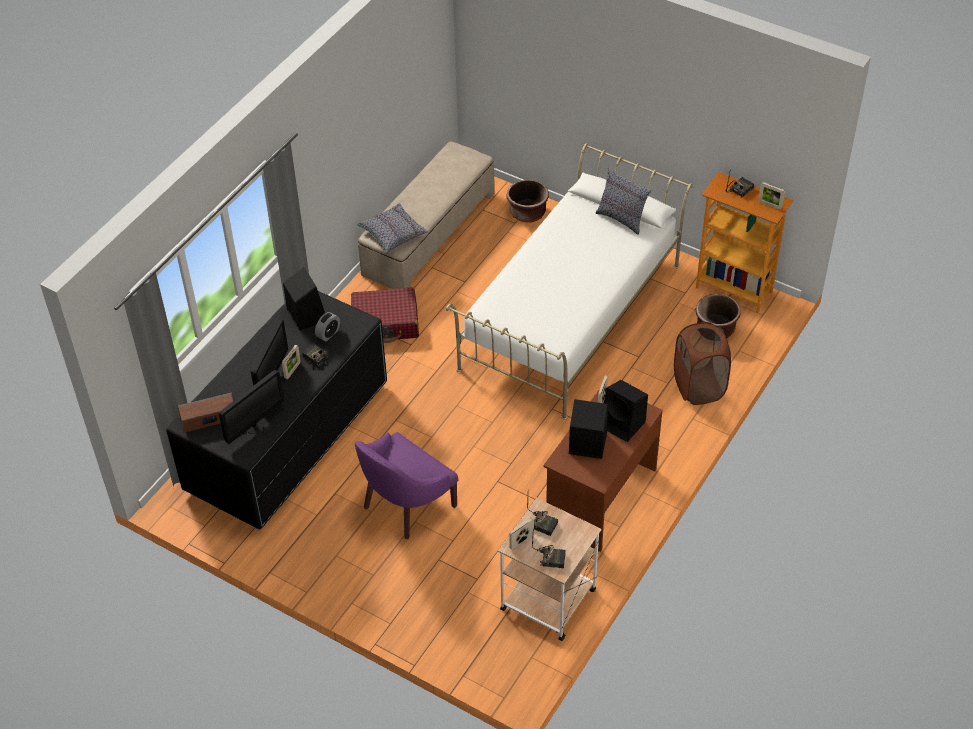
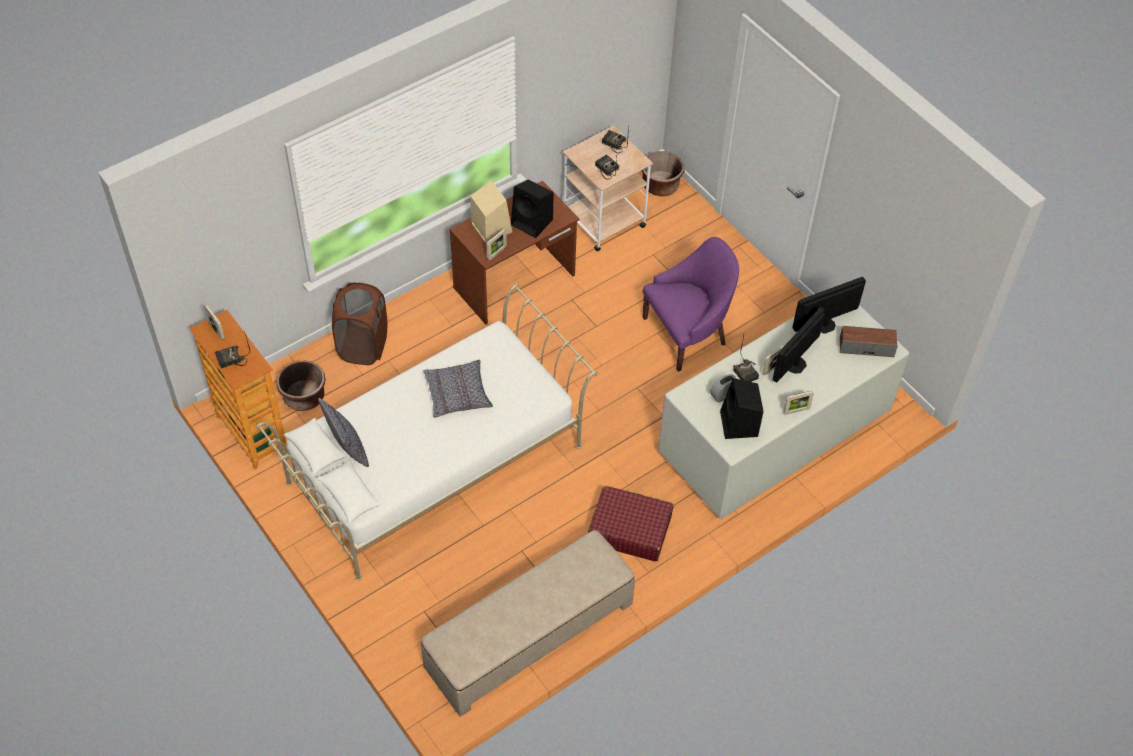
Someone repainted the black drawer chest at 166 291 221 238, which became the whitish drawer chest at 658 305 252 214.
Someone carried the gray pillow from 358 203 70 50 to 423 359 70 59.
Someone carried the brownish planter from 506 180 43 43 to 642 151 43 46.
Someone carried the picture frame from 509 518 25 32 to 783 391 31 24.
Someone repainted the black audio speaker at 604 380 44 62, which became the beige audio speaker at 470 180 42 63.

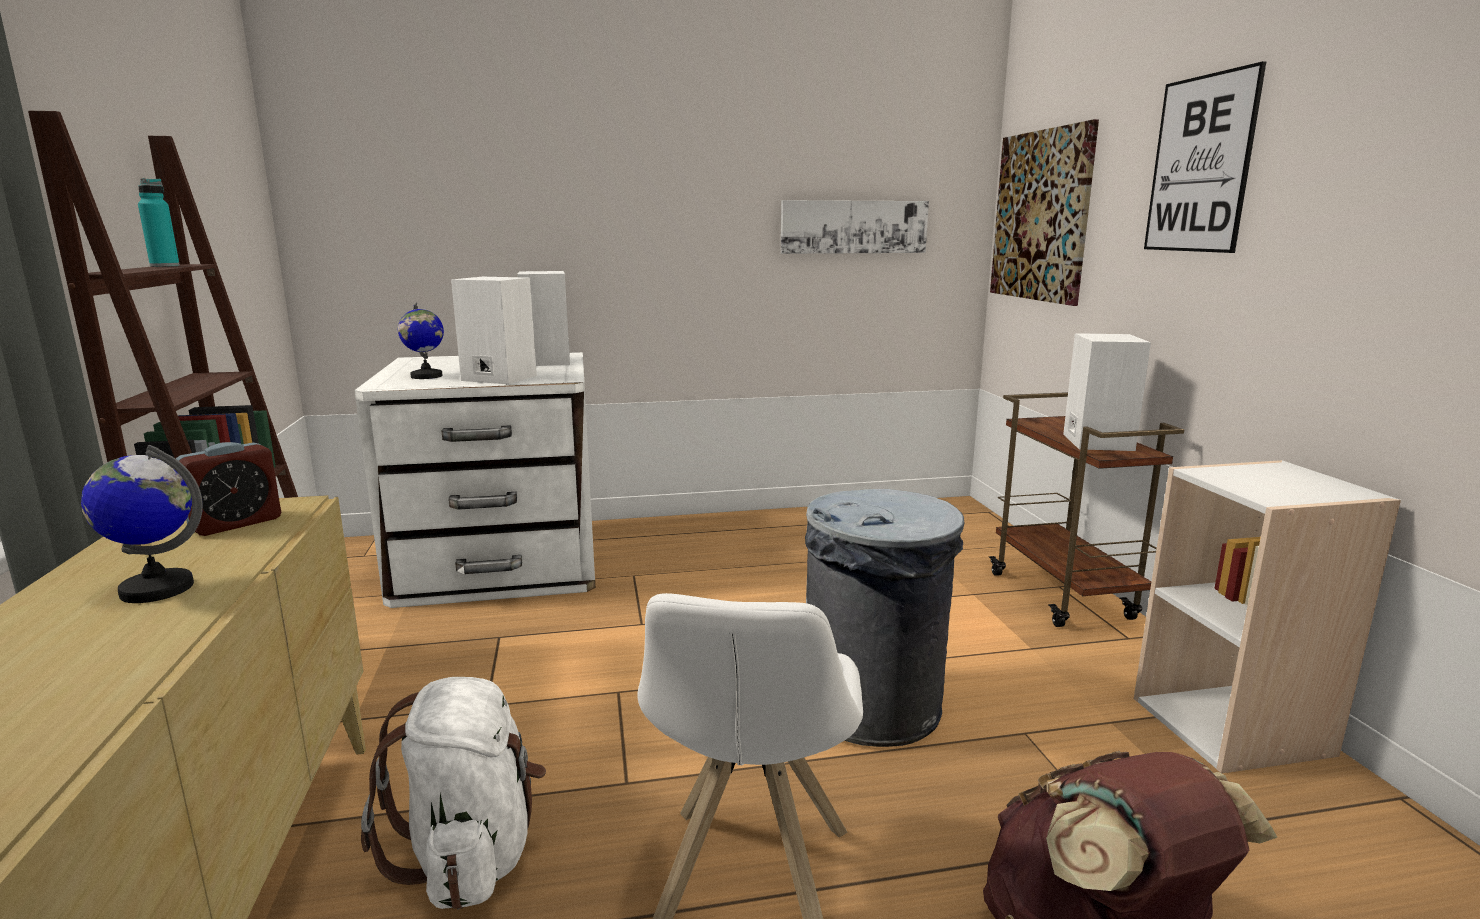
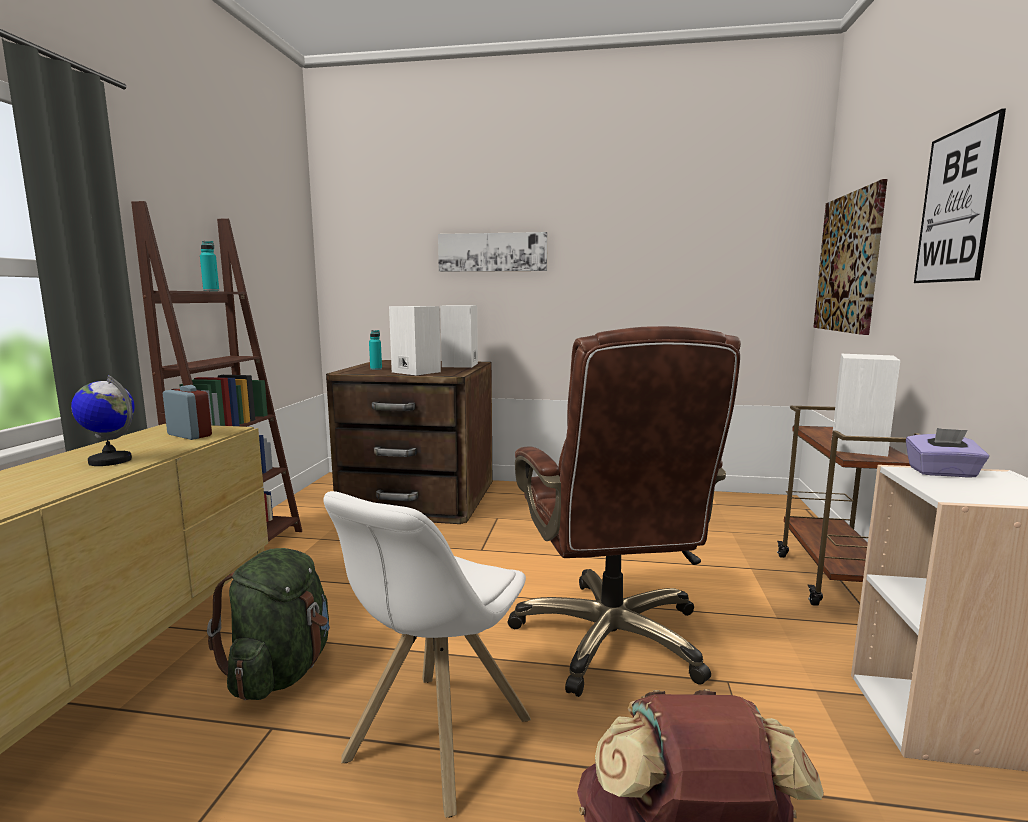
Someone rotated the table clock at 176 442 105 94 by 120 degrees counterclockwise.
Someone repainted the whitish drawer chest at 354 352 242 256, which became the brownish drawer chest at 326 360 166 164.
Someone repainted the whitish knapsack at 361 677 185 233, which became the green-coloured knapsack at 207 548 123 152.
Someone swapped the desk globe at 398 302 46 77 for the turquoise bottle at 369 330 13 40.
Someone carried the picture from 781 200 148 54 to 438 232 110 40.
Someone swapped the gray waste bin at 805 489 160 258 for the brownish desk chair at 508 326 233 371.
Someone put down the purple-coloured tissue holder at 906 428 83 49.

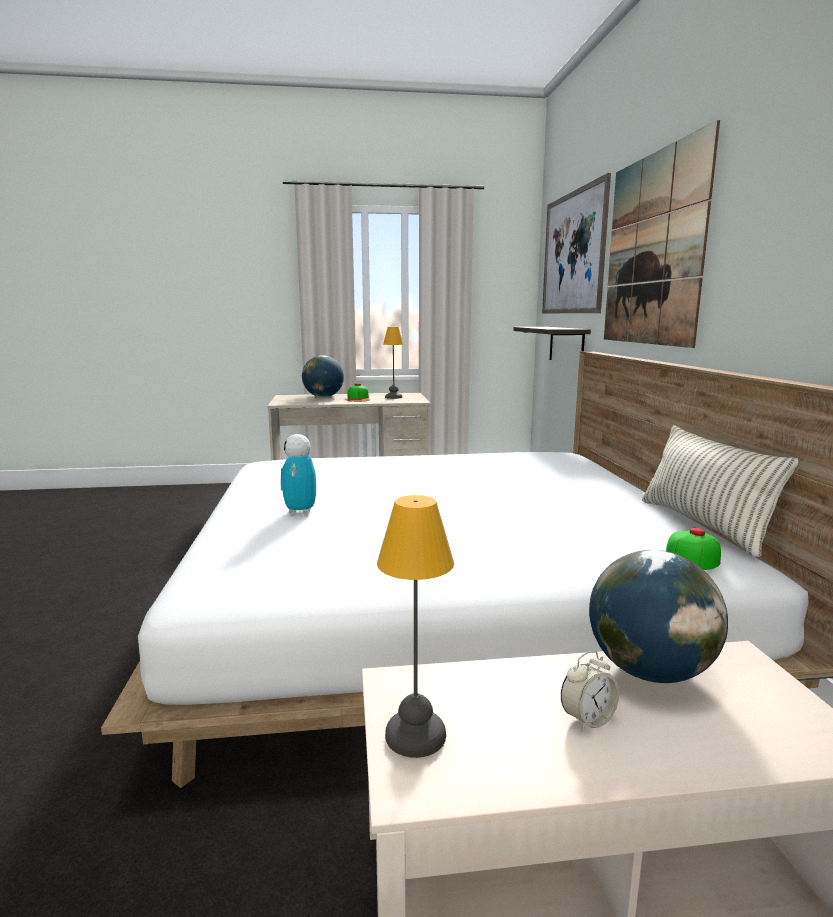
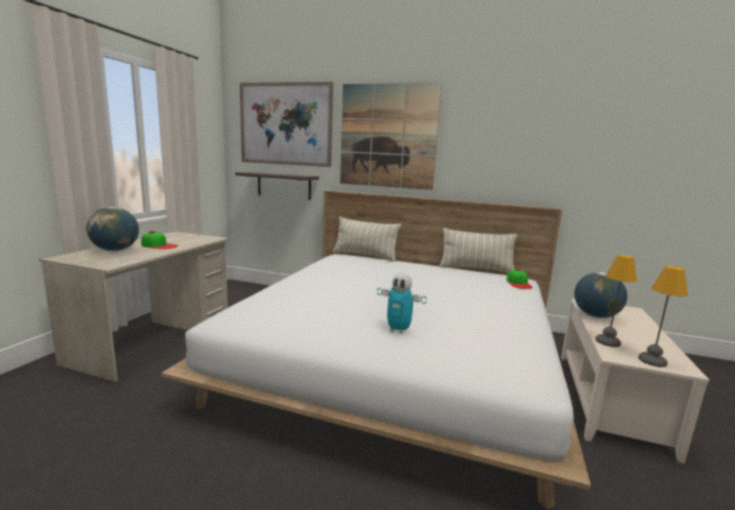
Someone carried the table lamp from 383 327 21 72 to 595 255 42 92.
Someone took away the table clock at 561 651 58 80.
Someone put down the pillow at 333 217 68 45.

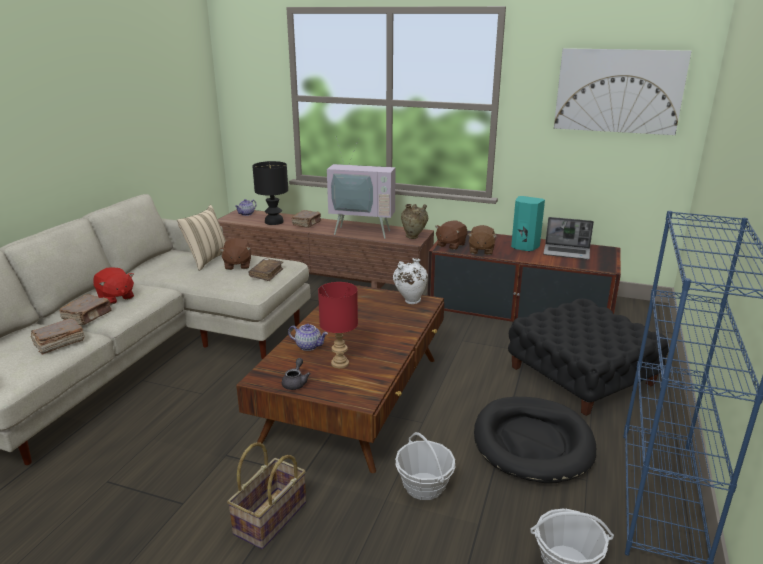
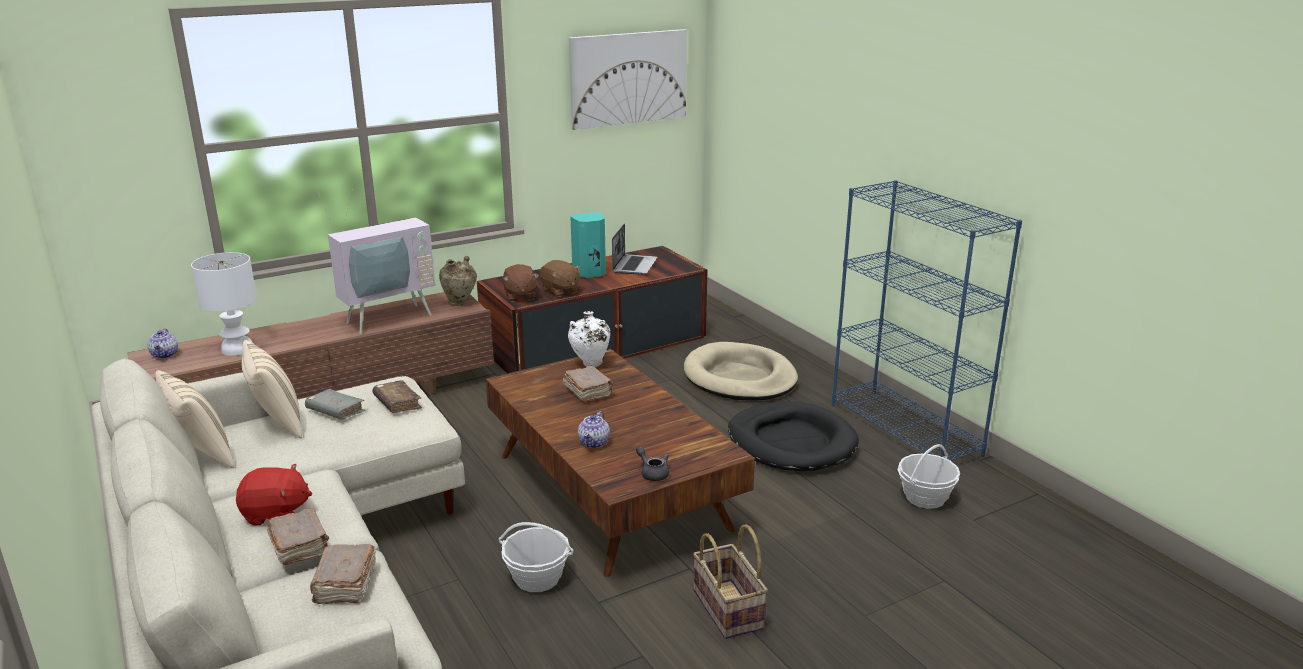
Someone swapped the brownish plush toy at 219 238 32 32 for the gray bound book at 305 389 60 31.
Someone repainted the black table lamp at 253 161 35 64, which became the whitish table lamp at 191 252 66 104.
Someone rotated the teapot at 288 324 40 27 by 135 degrees clockwise.
Someone carried the brownish bound book from 292 210 29 18 to 563 366 50 36.
Someone took away the red table lamp at 318 282 40 86.
Someone carried the household basket from 395 432 61 68 to 499 522 74 70.
Someone swapped the black ottoman at 508 299 161 117 for the beige pet bed at 684 342 114 59.
Someone rotated the portable computer at 543 217 51 42 by 45 degrees counterclockwise.
Someone put down the beige pillow at 155 370 79 98.

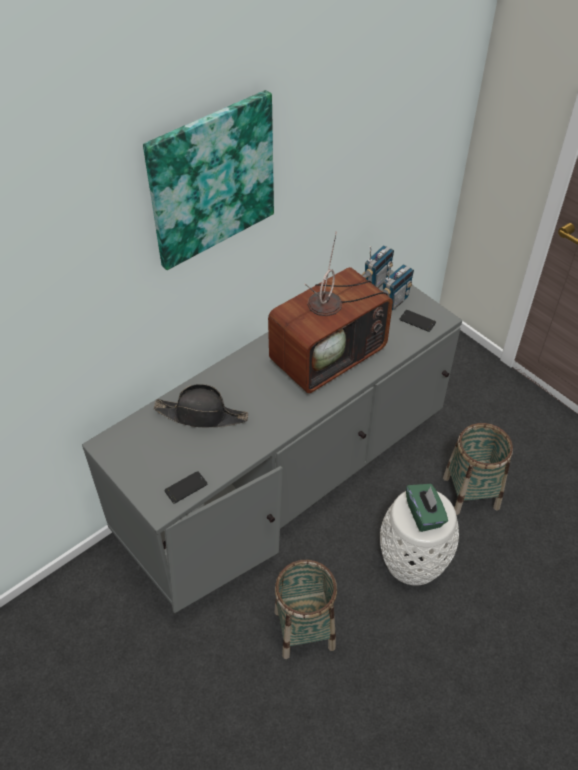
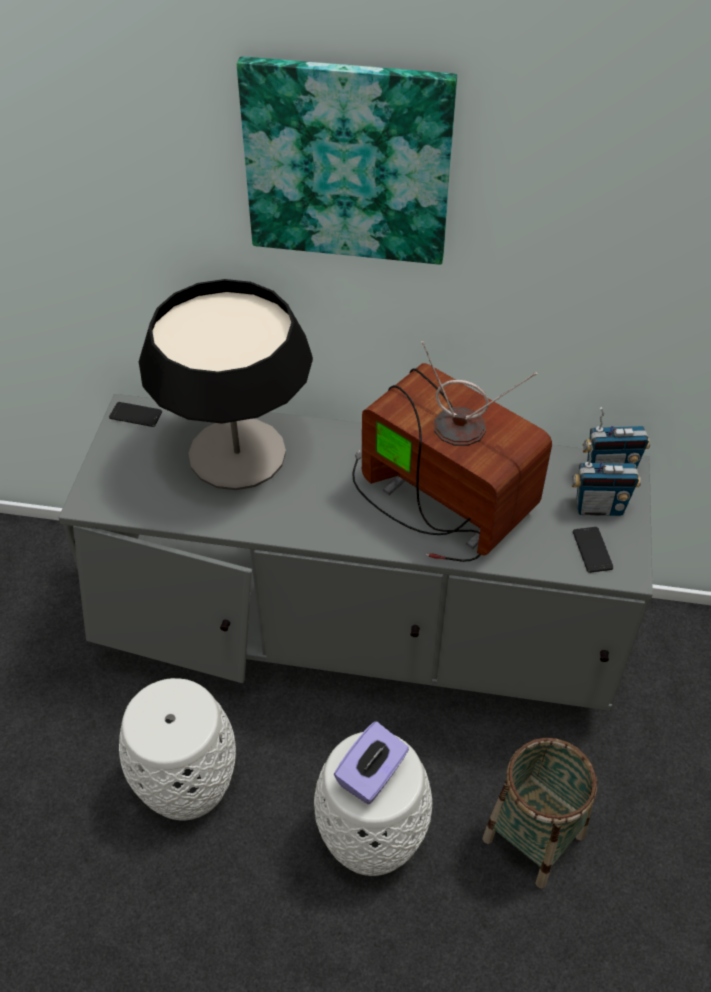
Someone swapped the black clothing hat at 154 384 94 44 for the table lamp at 139 279 174 211.
Someone carried the phone from 164 471 44 33 to 109 402 53 25.
Someone rotated the TV set at 268 231 125 162 by 150 degrees counterclockwise.
Someone swapped the household basket at 275 560 62 99 for the whitish sitting stool at 119 678 117 142.
Someone repainted the green-coloured tissue holder at 406 484 42 48, which became the purple-coloured tissue holder at 334 721 75 83.

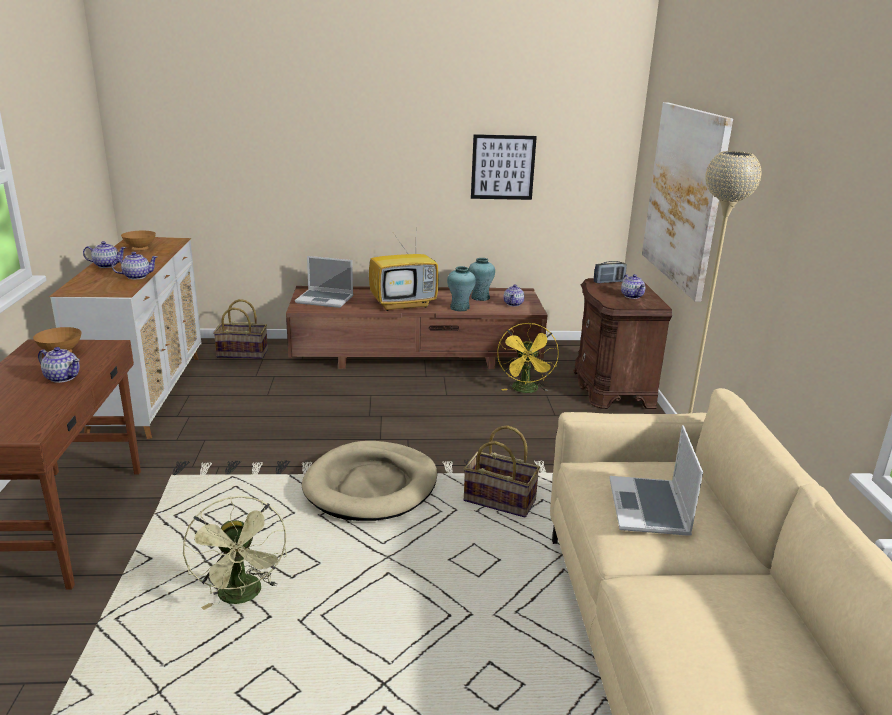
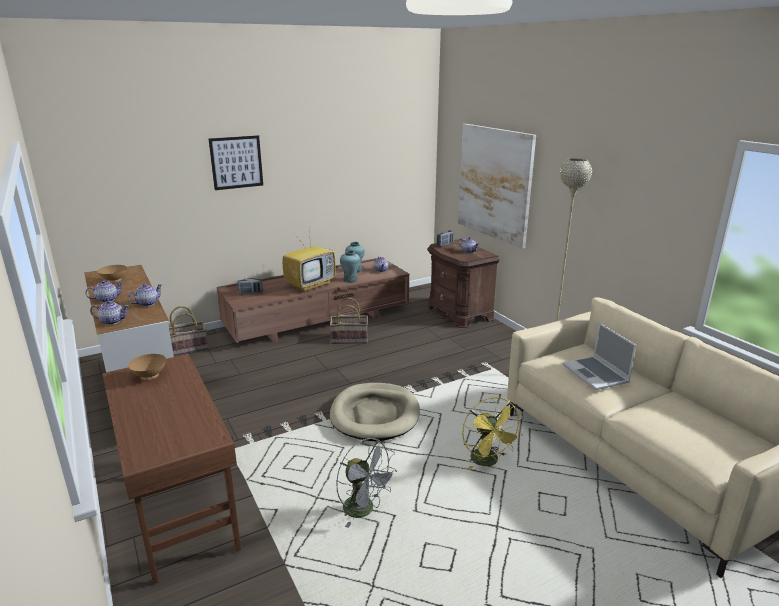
Someone carried the teapot from 38 347 42 36 to 90 300 39 25.
Someone repainted the green-coloured electric fan at 183 496 104 114, which became the gray electric fan at 336 438 61 90.
Someone swapped the portable computer at 295 256 58 52 for the radio receiver at 237 278 26 16.
Someone carried the household basket from 464 425 76 92 to 330 297 38 47.
Someone carried the picture from 471 134 66 66 to 209 135 54 55.
Someone carried the yellowish electric fan from 497 323 62 70 to 462 397 61 73.

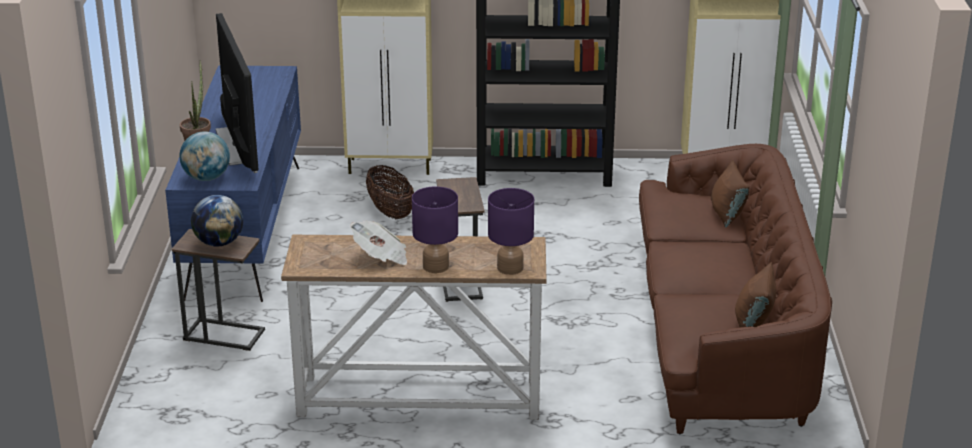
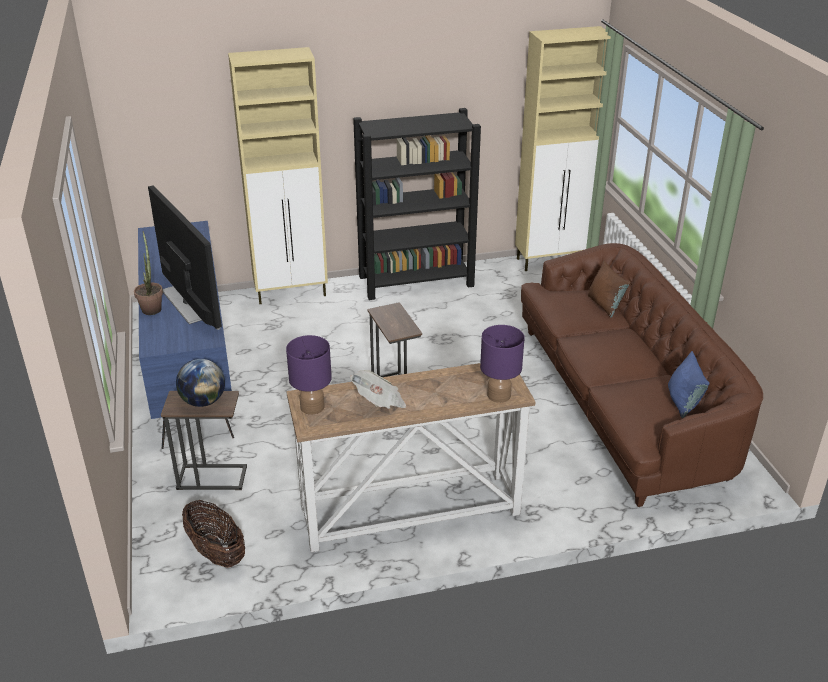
Someone took away the desk globe at 180 131 50 50.
Someone carried the household basket from 366 165 48 55 to 182 500 63 68.
Someone carried the purple-coloured table lamp from 412 186 46 87 to 286 335 46 79.
Someone repainted the brownish pillow at 735 262 41 66, which became the bluish pillow at 668 351 41 67.

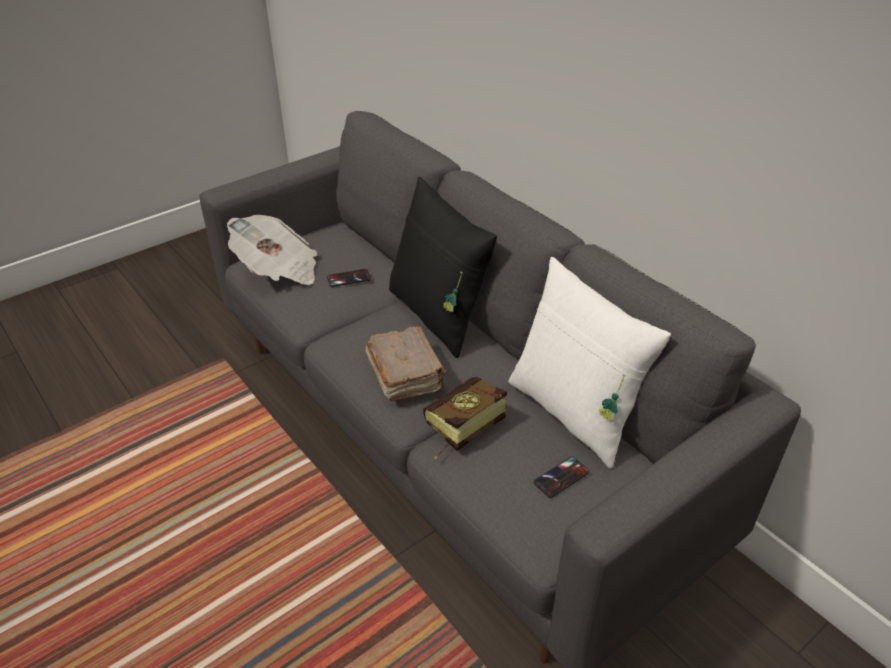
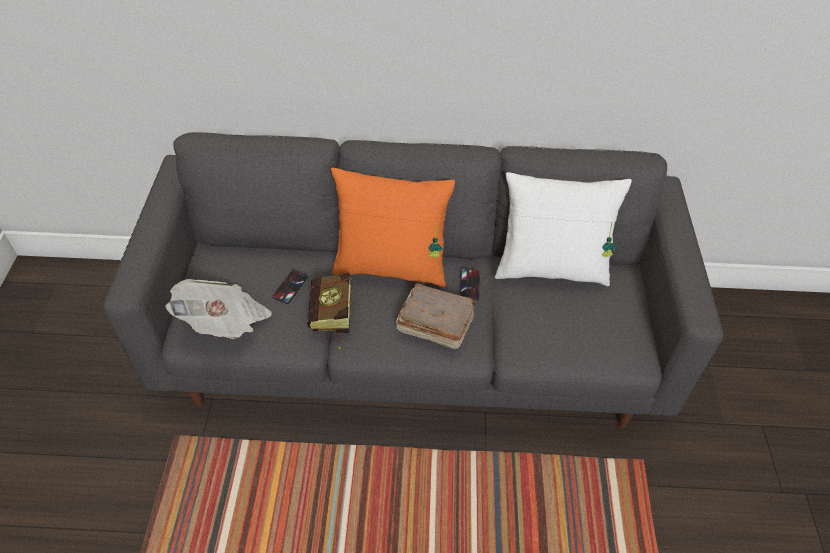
Someone repainted the black pillow at 389 177 108 181, which became the orangey pillow at 331 167 124 121.
Someone carried the bound book from 423 377 84 83 to 307 273 44 76.
Someone carried the phone from 533 457 56 41 to 460 268 20 32.

